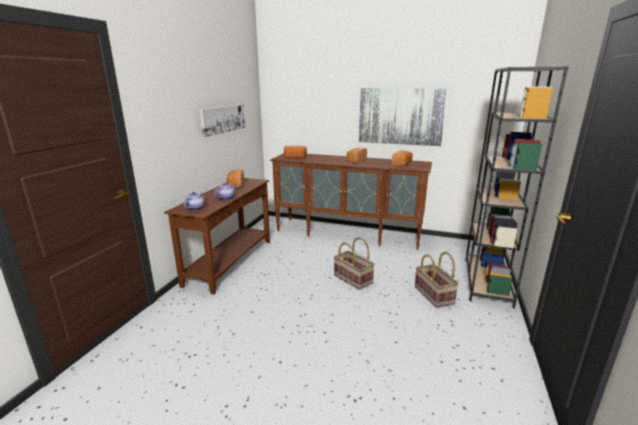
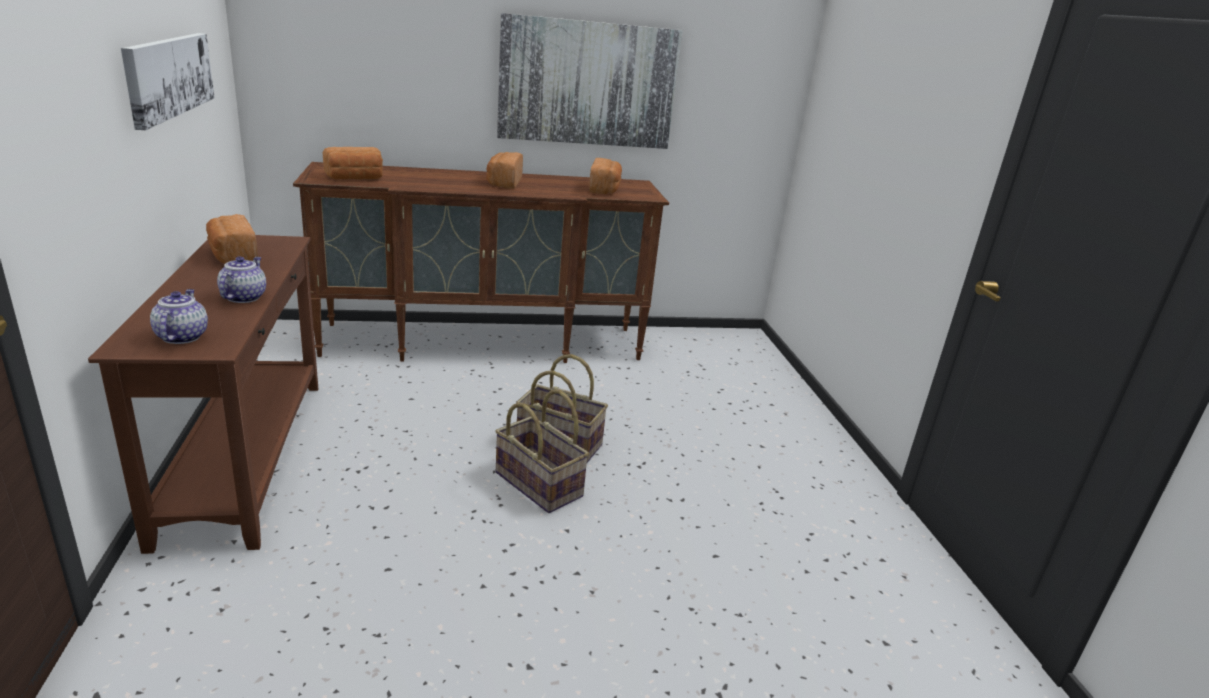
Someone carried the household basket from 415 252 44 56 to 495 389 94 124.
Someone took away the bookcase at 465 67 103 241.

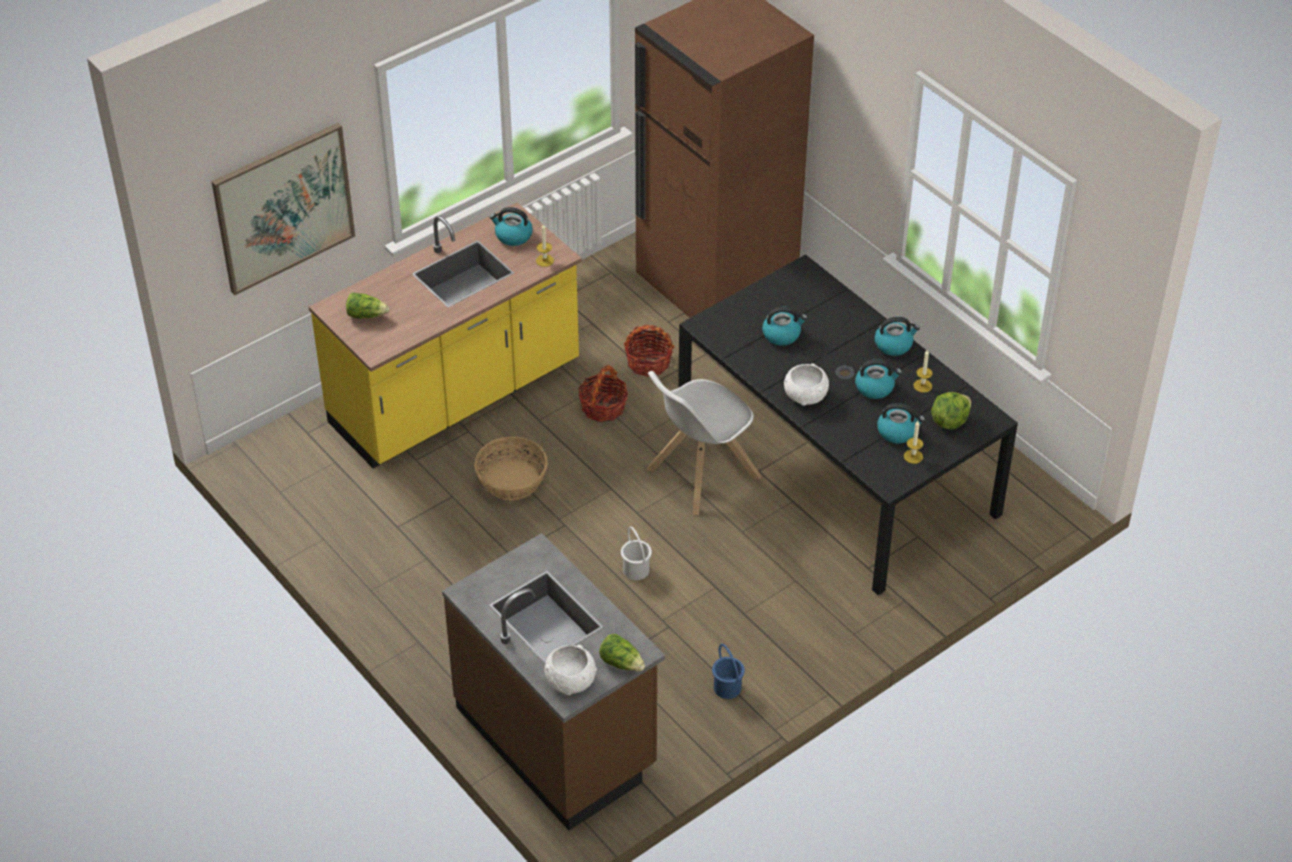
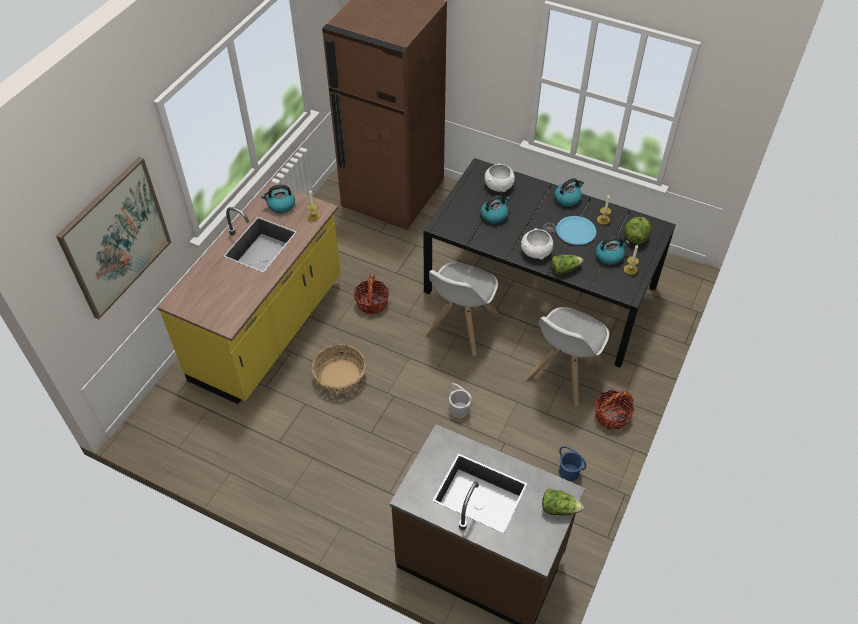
Someone carried the lettuce head from 346 292 44 27 to 551 254 32 20.
Someone carried the whitish deep dish from 545 645 52 50 to 485 163 30 29.
Someone carried the household basket from 624 325 51 52 to 595 390 40 40.
Someone swapped the tea kettle at 855 359 47 40 for the bluish flat dish at 556 216 40 29.
Someone put down the chair at 526 307 83 100.

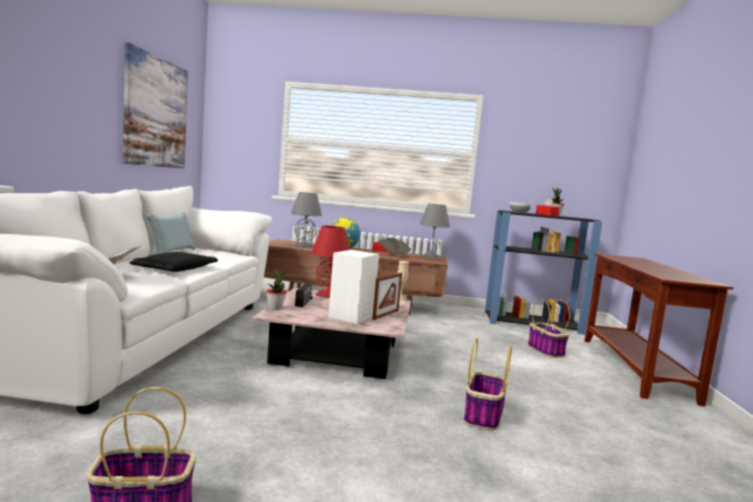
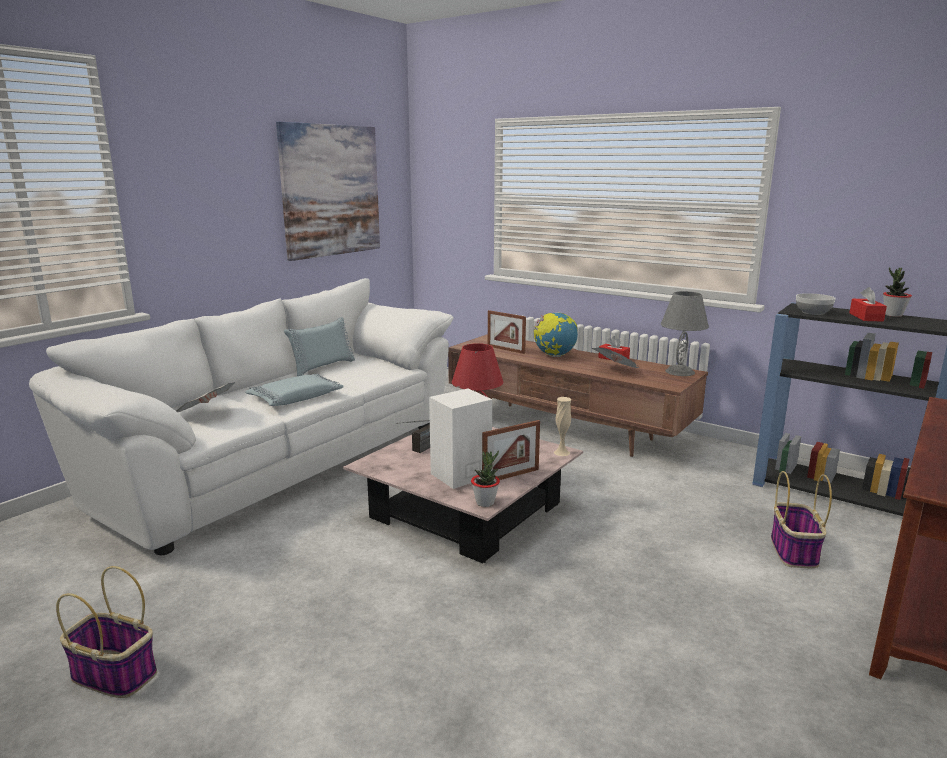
Someone repainted the black pillow at 130 252 88 20, which became the bluish pillow at 245 374 99 32.
Someone carried the plant in a pot from 266 269 21 41 to 471 451 29 56.
Someone swapped the gray table lamp at 291 192 31 56 for the picture frame at 488 310 38 44.
Someone took away the household basket at 464 338 48 92.

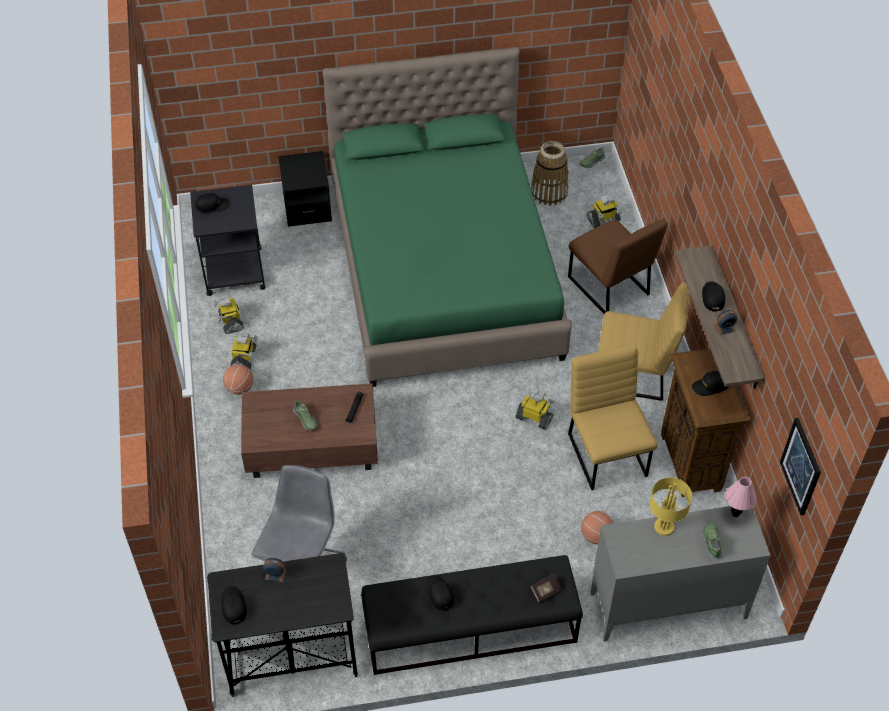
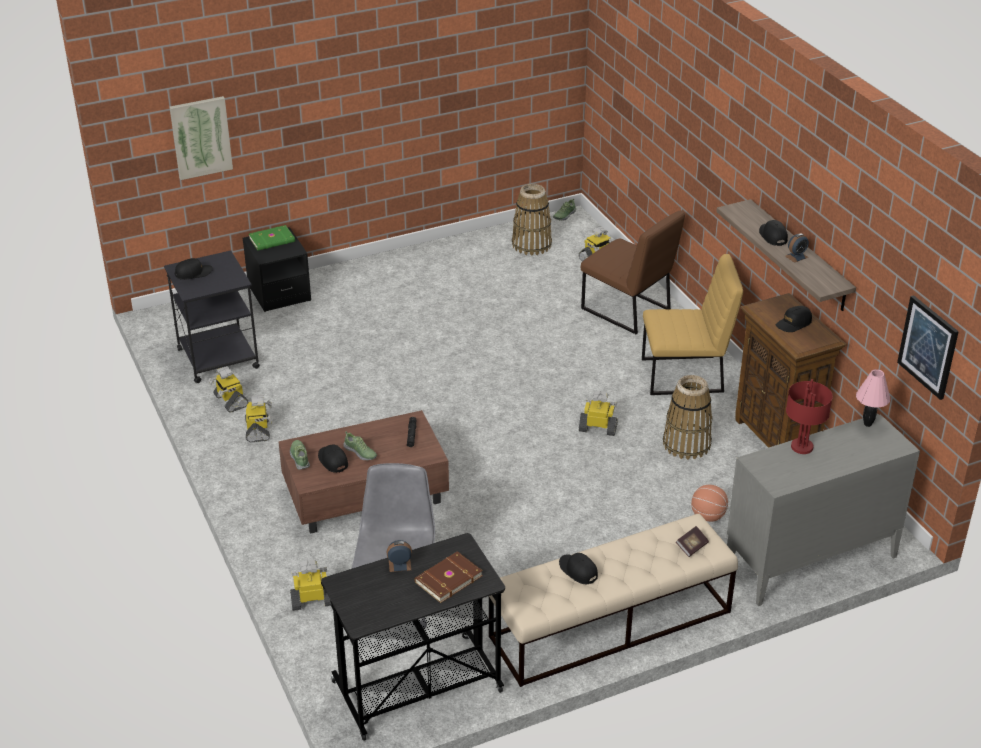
Someone carried the black baseball cap from 221 586 26 39 to 318 445 30 28.
Someone took away the ball for basketball at 223 364 30 31.
Someone took away the green-coloured sleeping bed at 323 47 249 340.
Someone repainted the black bench at 361 555 222 120, which became the beige bench at 489 514 249 173.
Someone swapped the yellowish chair at 568 344 89 146 for the household basket at 663 375 49 85.
Someone repainted the yellowish table lamp at 650 477 42 59, which became the red table lamp at 786 379 47 75.
Someone carried the low shoe from 702 521 20 38 to 290 440 20 30.
Someone put up the picture at 170 96 63 84.
Someone put down the green-coloured bound book at 249 225 46 25.
Someone put down the toy robot at 290 560 41 51.
Someone put down the brownish bound book at 414 551 69 52.

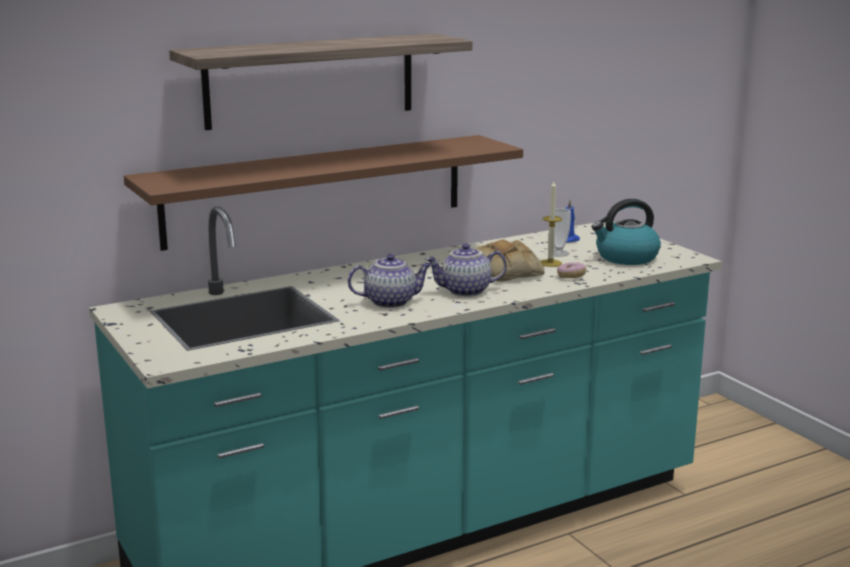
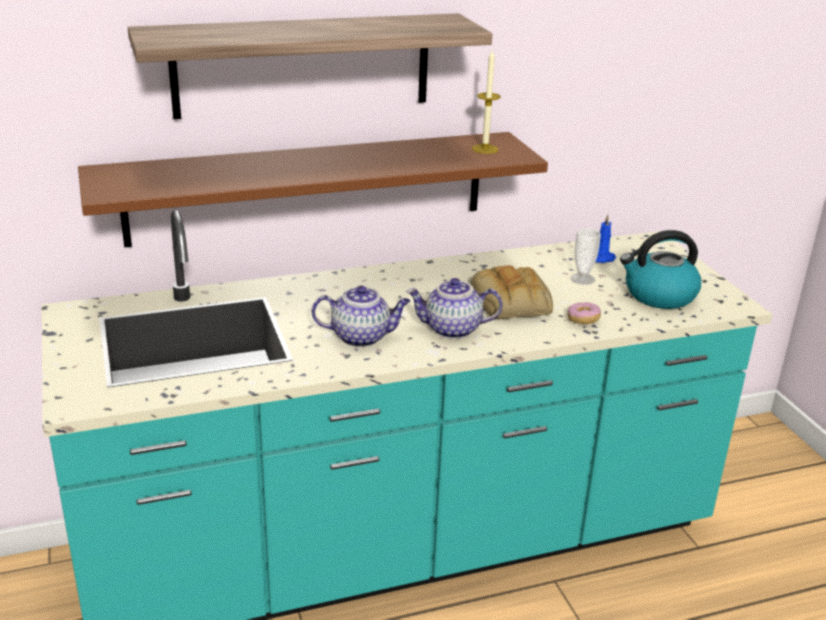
Someone carried the wax candle from 541 181 21 86 to 472 50 29 104.

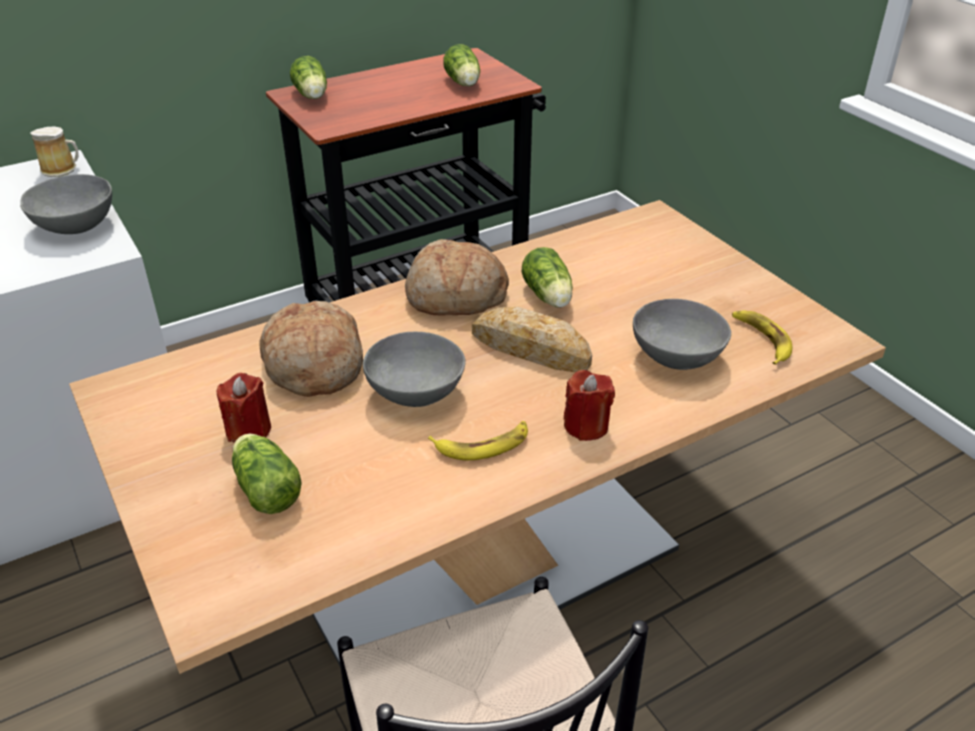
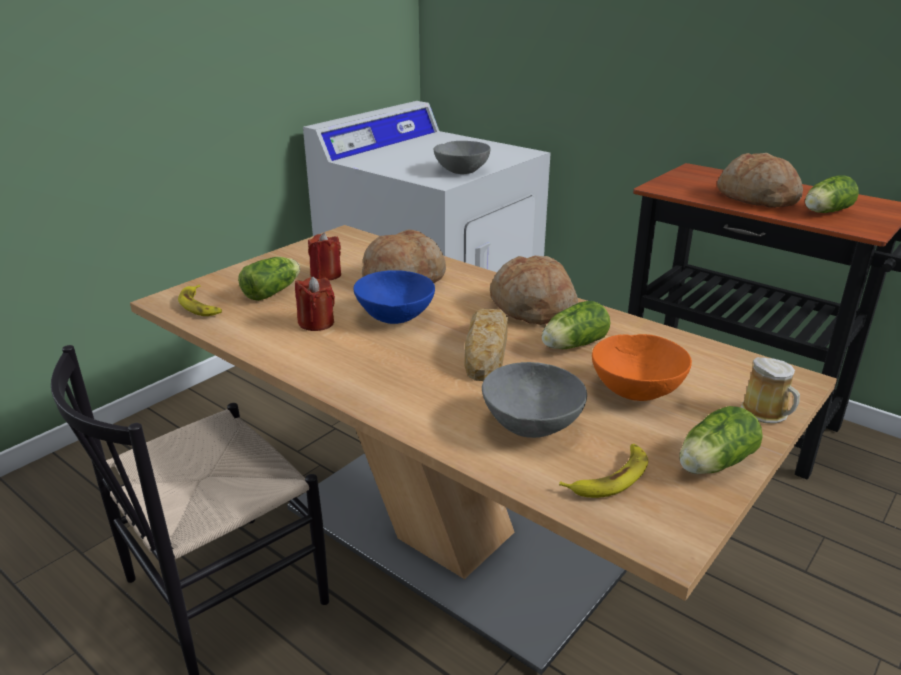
Someone carried the coffee mug from 30 126 49 51 to 741 357 59 67.
Someone carried the lettuce head from 290 56 37 43 to 680 406 82 68.
Someone repainted the gray deep dish at 363 332 102 75, which became the bluish deep dish at 353 270 82 54.
Someone carried the banana from 428 421 100 39 to 178 284 44 32.
Someone carried the red wax candle from 564 370 51 71 to 295 276 40 55.
Someone put down the orangey deep dish at 592 334 100 67.
Someone put down the baked bread at 717 153 86 55.

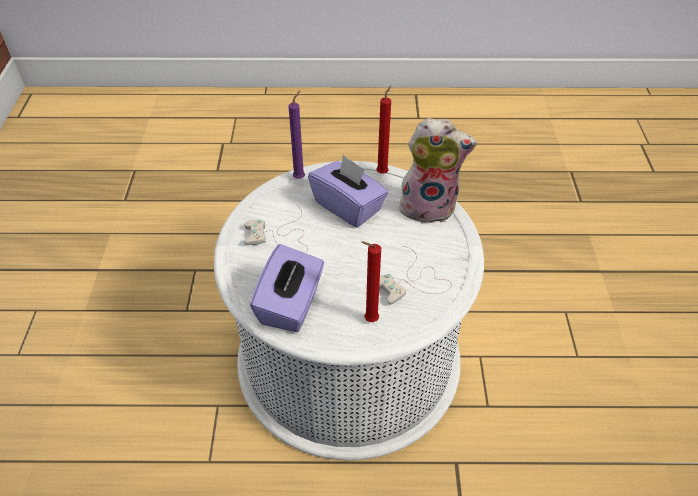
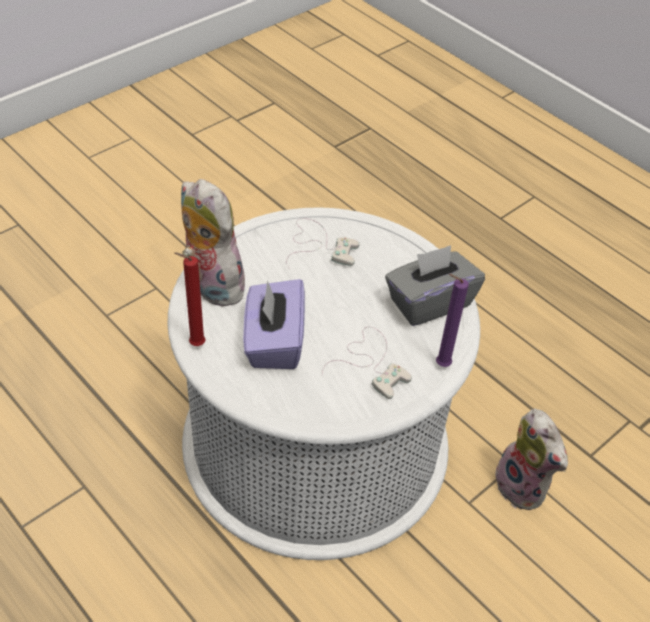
Someone repainted the purple-coloured tissue holder at 250 244 74 88, which became the gray tissue holder at 385 245 100 81.
Someone carried the purple-coloured wax candle from 288 91 17 88 to 436 274 33 93.
Someone took away the red wax candle at 361 241 20 81.
Someone put down the plush toy at 492 408 76 102.

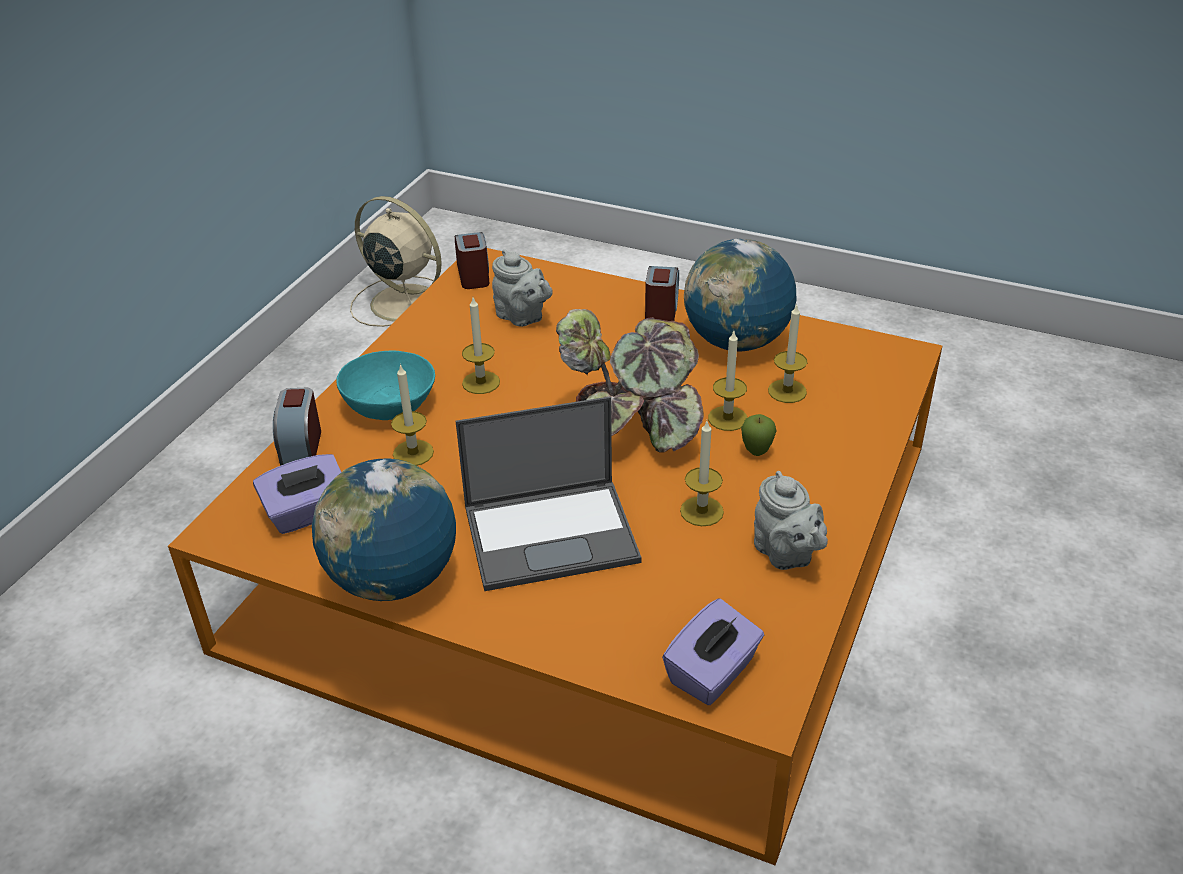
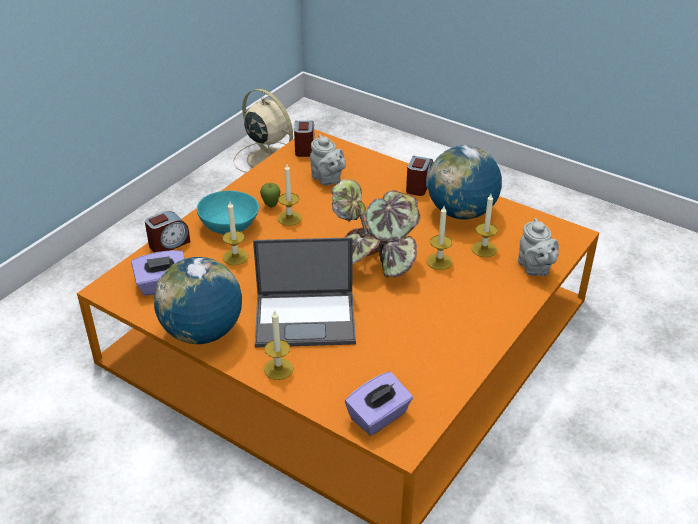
Someone rotated the table clock at 273 388 48 78 by 135 degrees counterclockwise.
Someone carried the wax candle from 680 421 44 105 to 264 309 30 71.
Someone carried the apple fruit from 741 414 35 42 to 260 183 21 25.
Someone carried the gray teapot from 754 471 74 99 to 518 218 41 58.

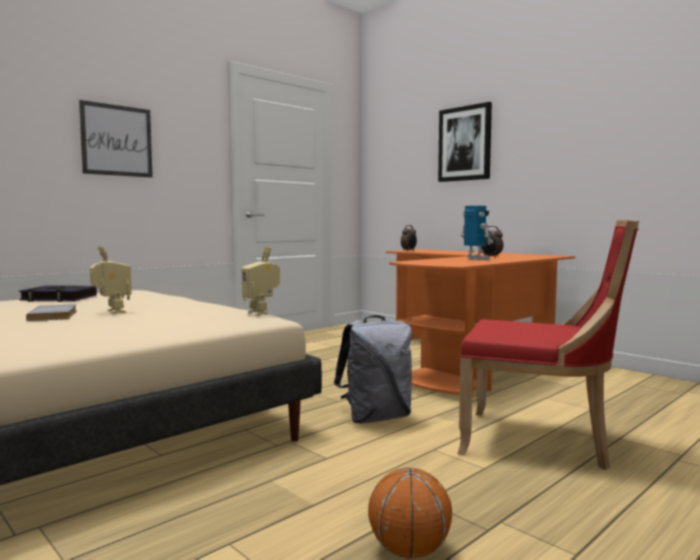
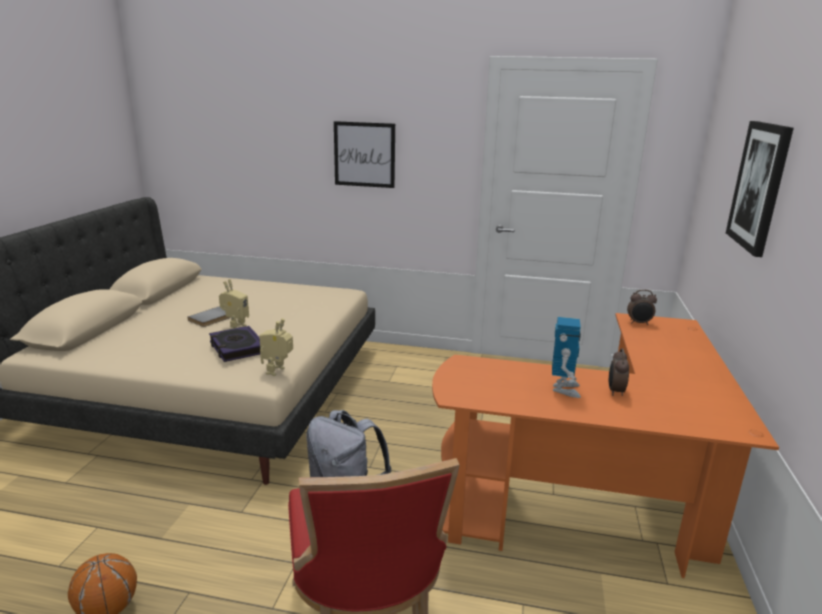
Someone carried the bound book from 19 285 78 17 to 209 326 51 36.

